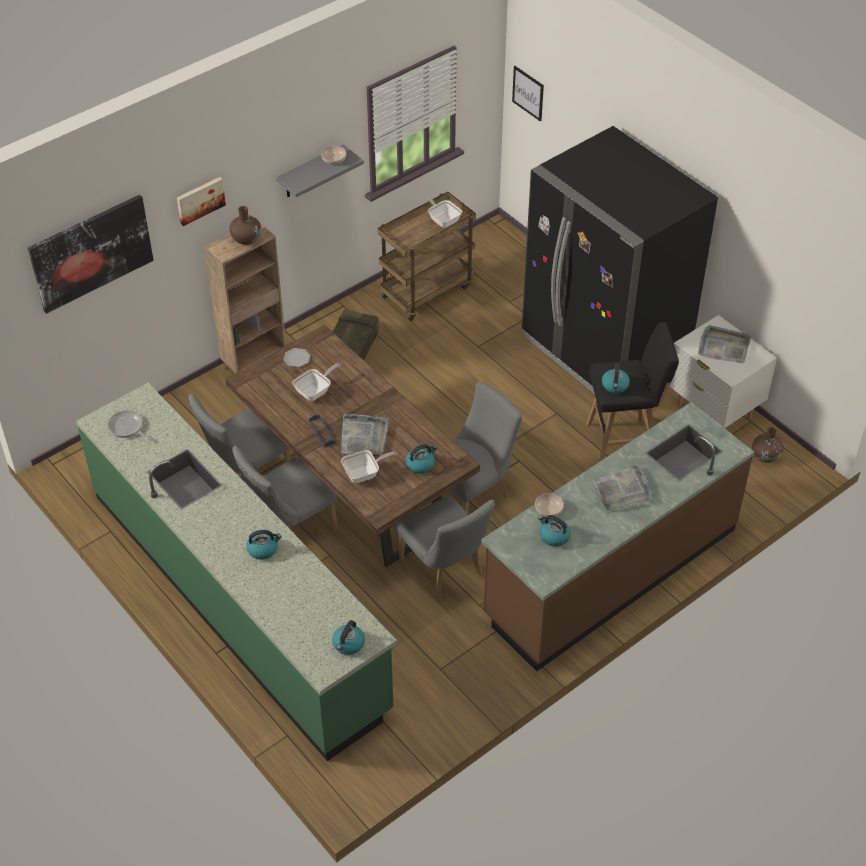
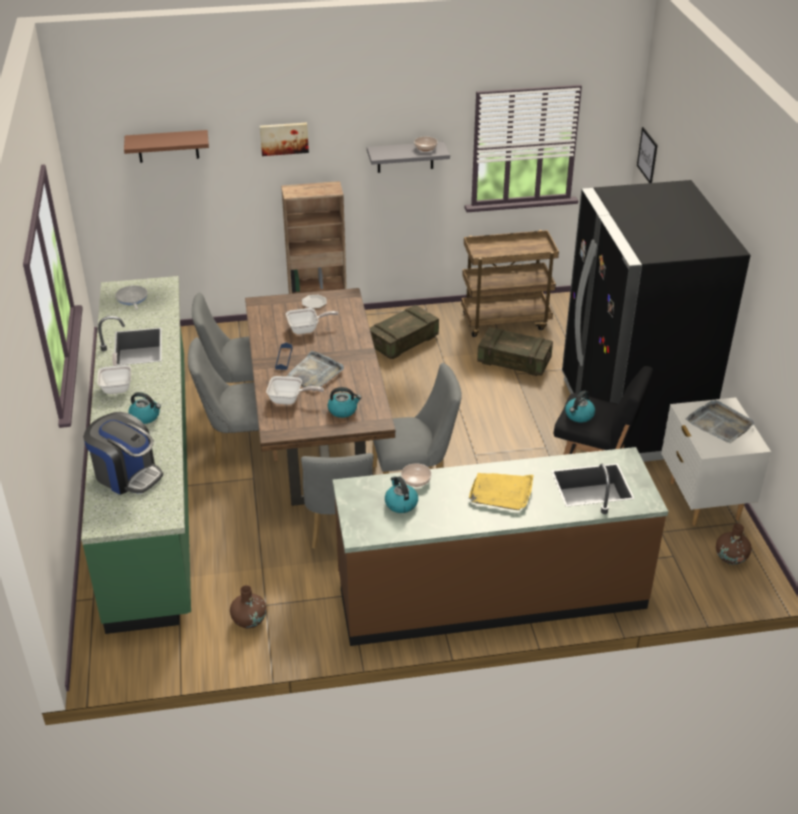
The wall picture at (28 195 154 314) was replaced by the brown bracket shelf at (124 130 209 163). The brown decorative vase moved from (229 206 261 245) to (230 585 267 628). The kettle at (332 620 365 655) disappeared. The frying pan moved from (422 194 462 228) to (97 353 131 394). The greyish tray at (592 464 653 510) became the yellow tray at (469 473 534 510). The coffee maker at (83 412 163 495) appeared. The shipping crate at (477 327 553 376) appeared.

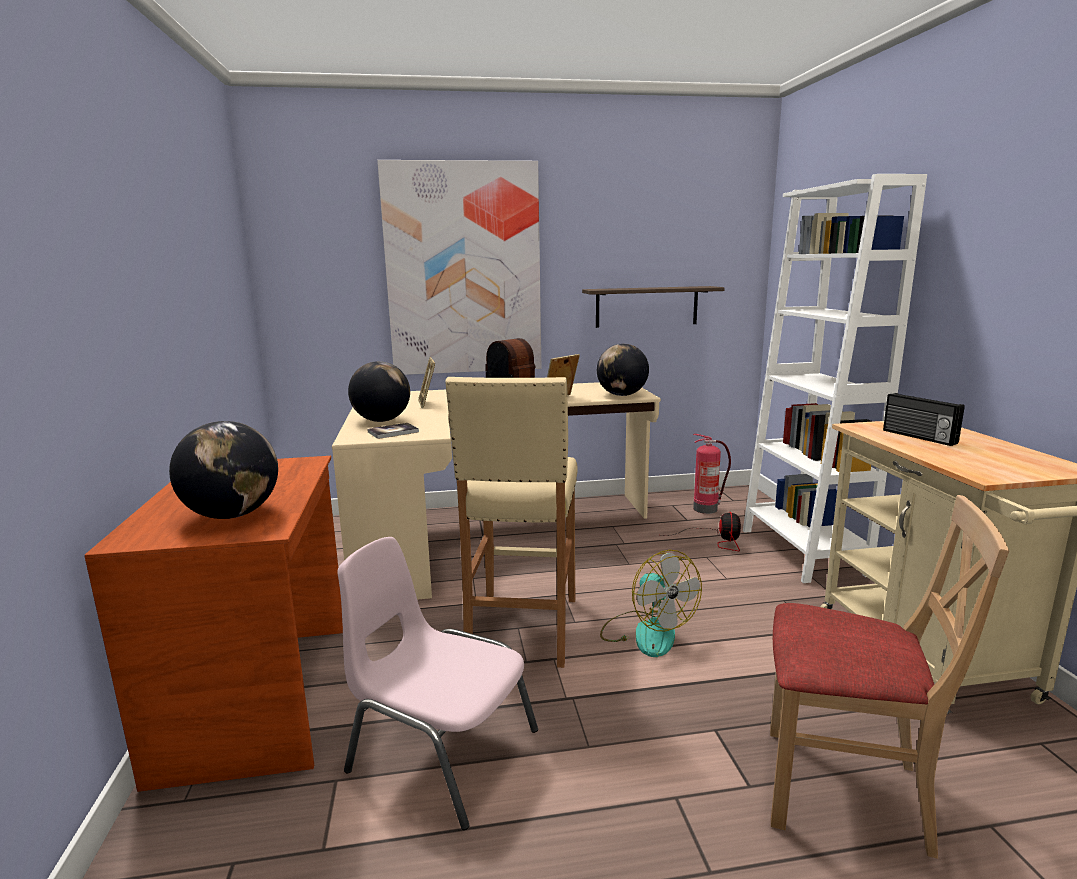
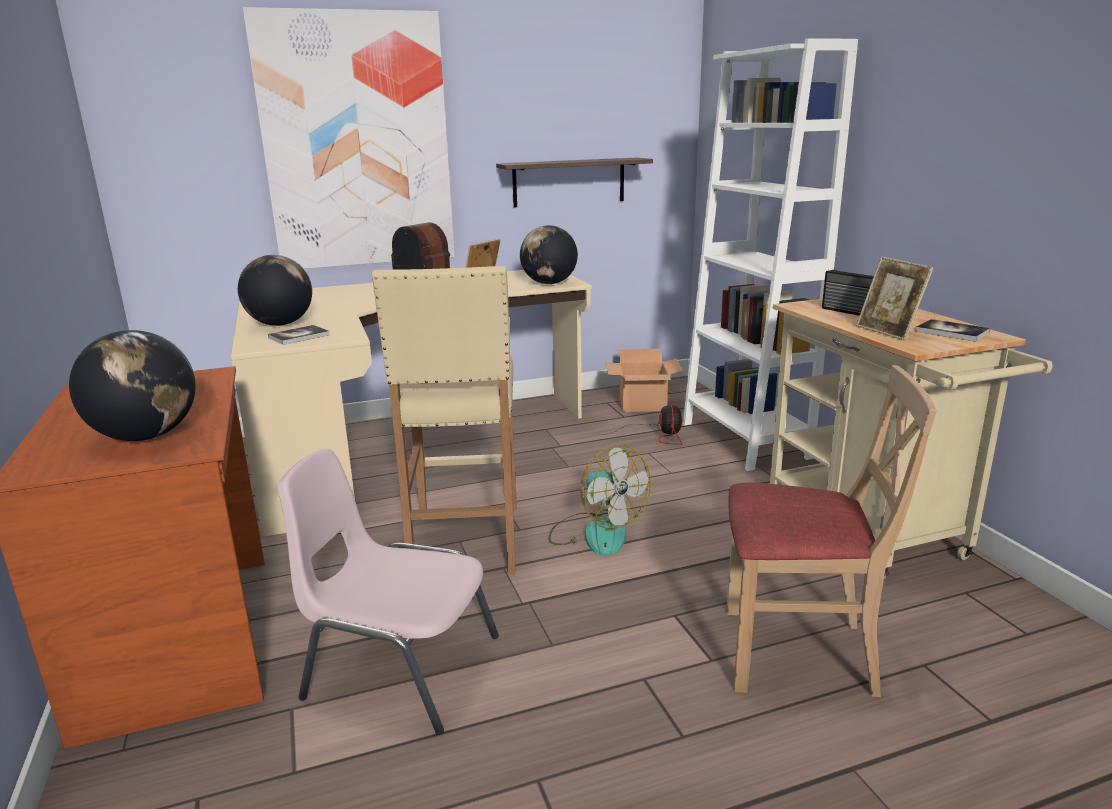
The photo frame moved from (418 357 435 408) to (856 256 934 341). The extinguisher at (693 434 731 514) was replaced by the carton at (605 349 683 412). The volume at (915 319 990 342) appeared.

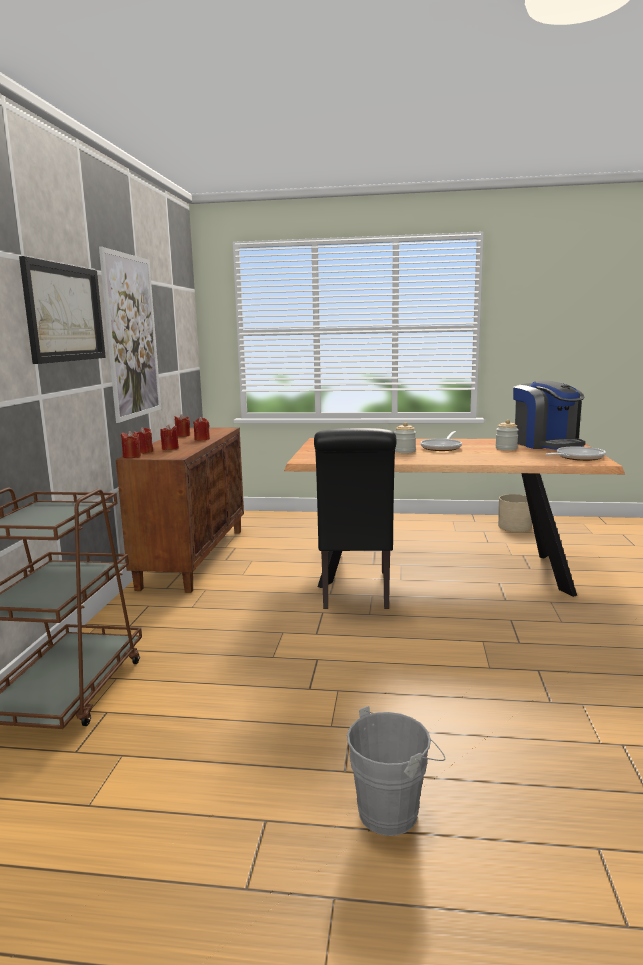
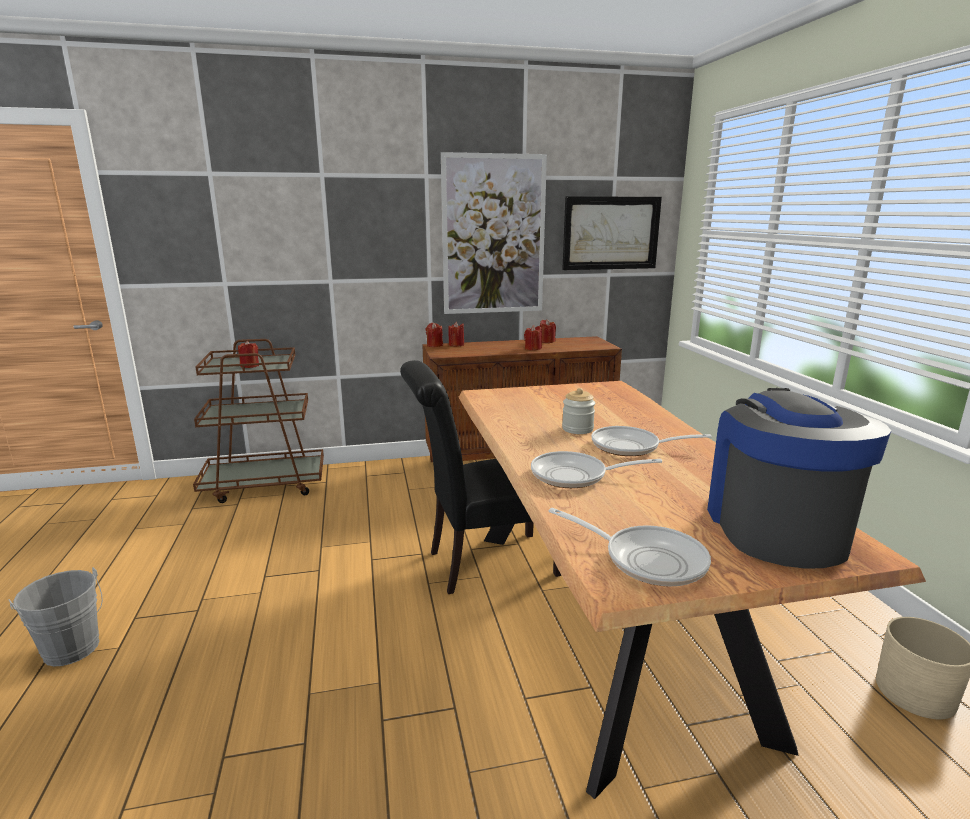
The wall picture moved from (19 256 106 364) to (562 196 662 270). The red-coloured candle moved from (160 424 179 450) to (238 341 259 368). The storage jar at (495 420 519 450) disappeared. The coffee maker at (513 380 585 450) turned 135 degrees clockwise. The frying pan at (531 451 662 488) appeared.

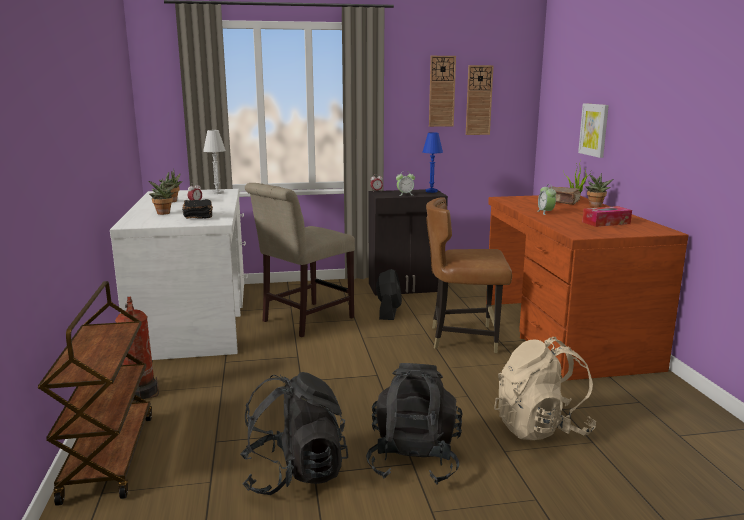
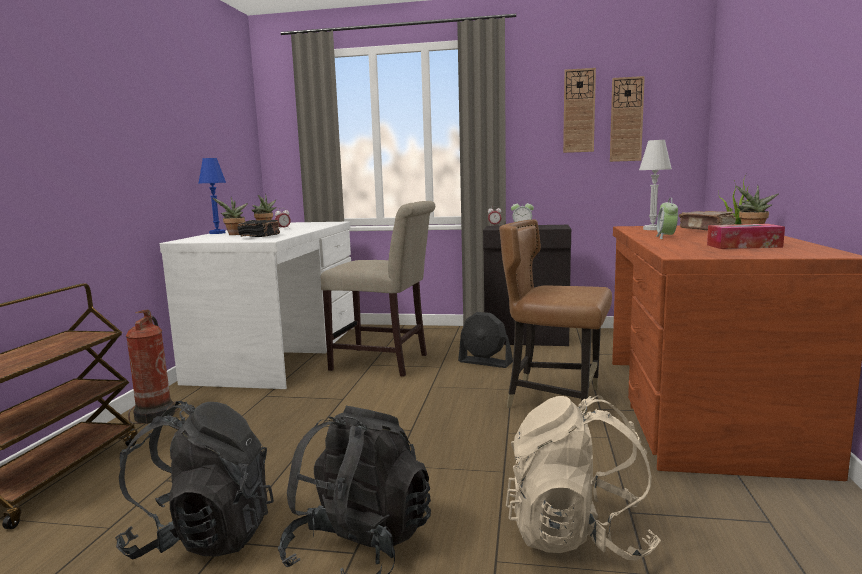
The white table lamp moved from (203 130 226 194) to (639 140 672 230). The sand-coloured upright chair at (245 183 355 337) turned 135 degrees counterclockwise. The black cooling fan at (376 269 402 320) turned 90 degrees clockwise. The blue table lamp moved from (422 132 443 193) to (198 158 226 234). The wall picture at (578 103 609 158) disappeared.

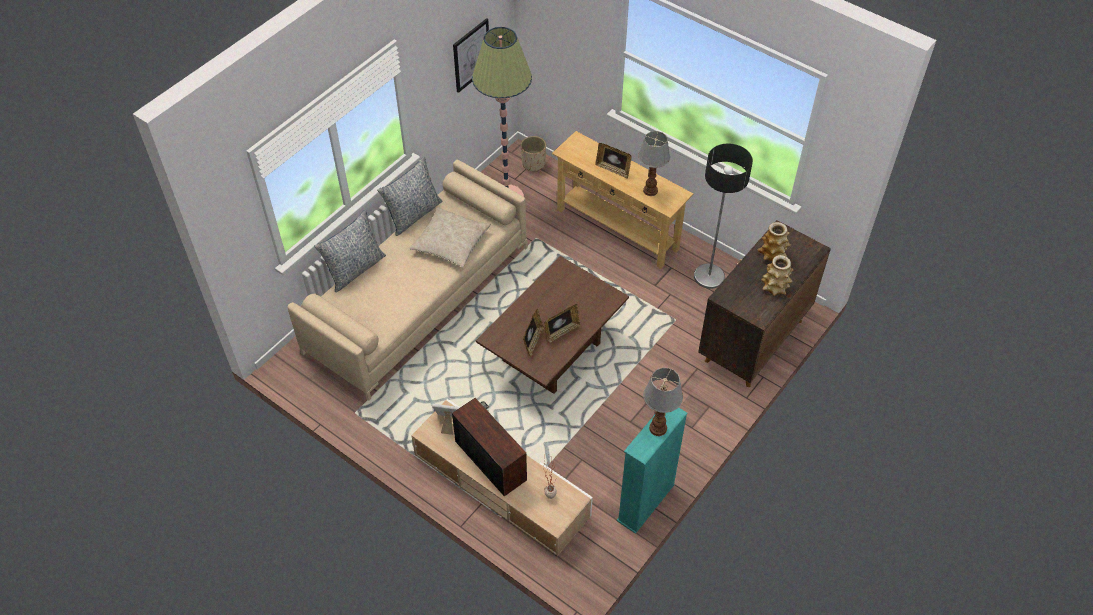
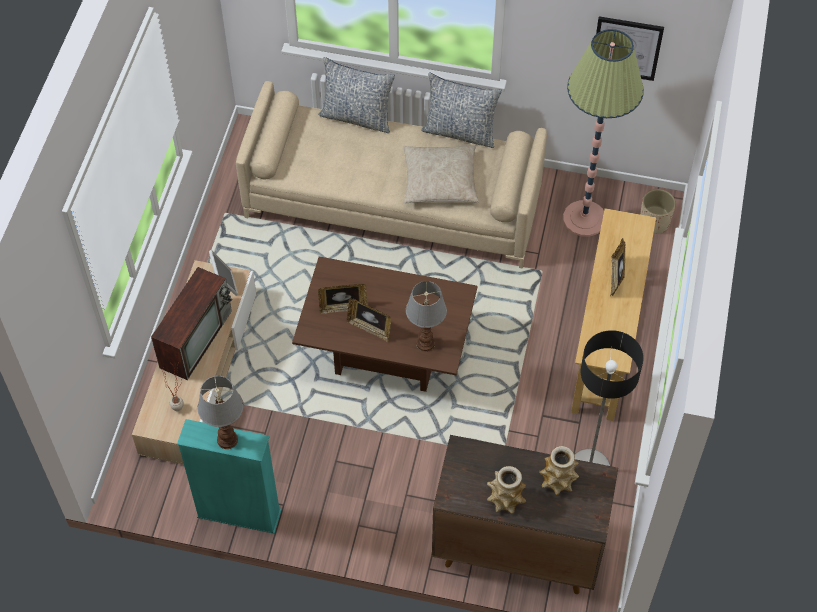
The table lamp moved from (638 131 670 196) to (406 281 447 352).

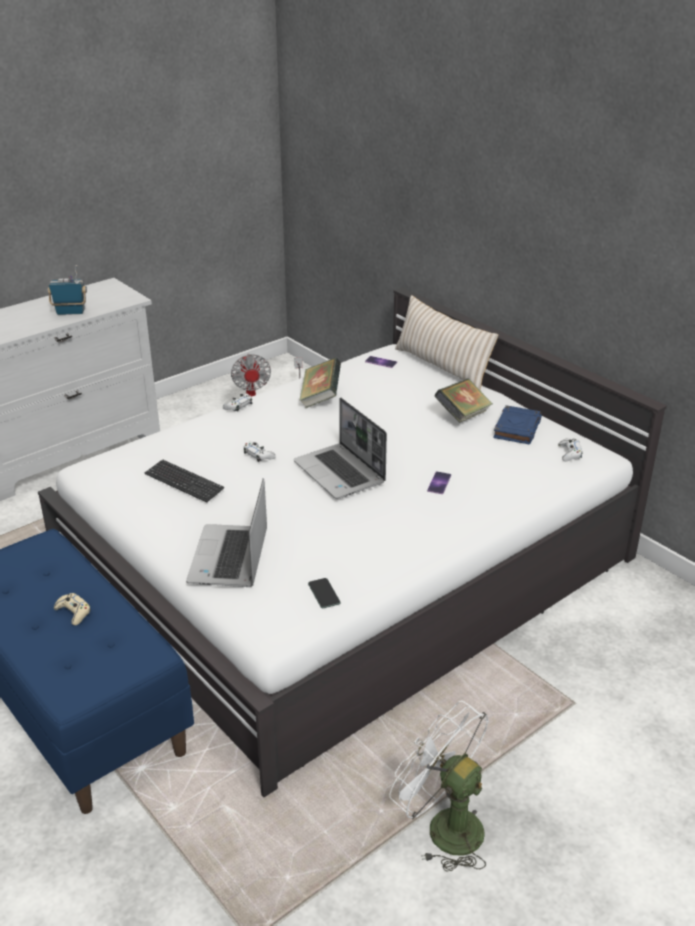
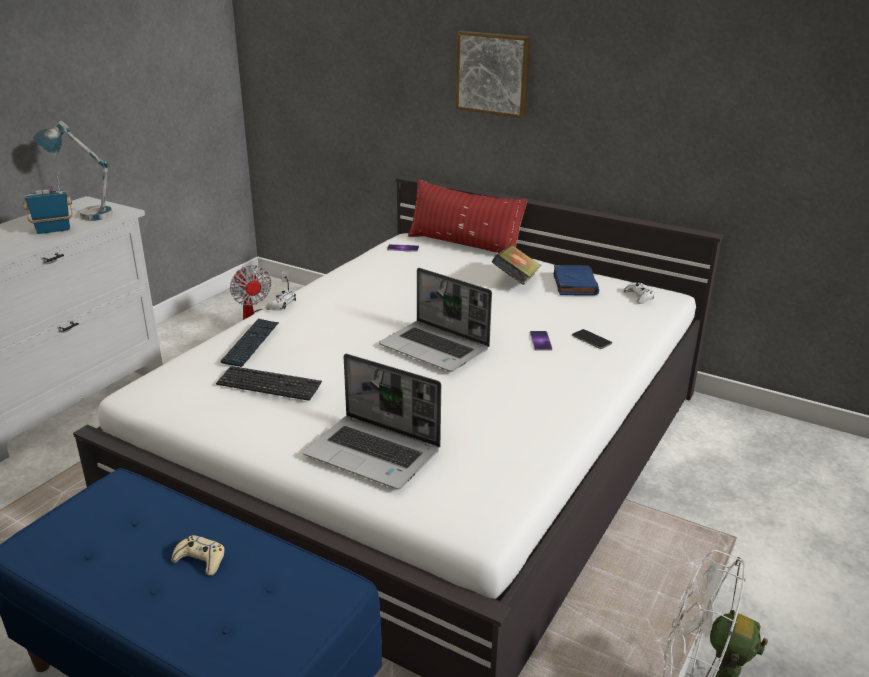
The laptop at (186 478 267 587) turned 45 degrees counterclockwise. The white game controller at (244 442 276 462) disappeared. The volume at (299 358 341 409) disappeared. The telephone moved from (308 578 341 608) to (572 329 612 349). The sand-coloured cushion at (395 295 499 390) became the red-coloured cushion at (408 179 527 253). The table lamp at (32 121 113 221) appeared. The keyboard at (221 319 279 367) appeared. The wall picture at (456 31 531 118) appeared.

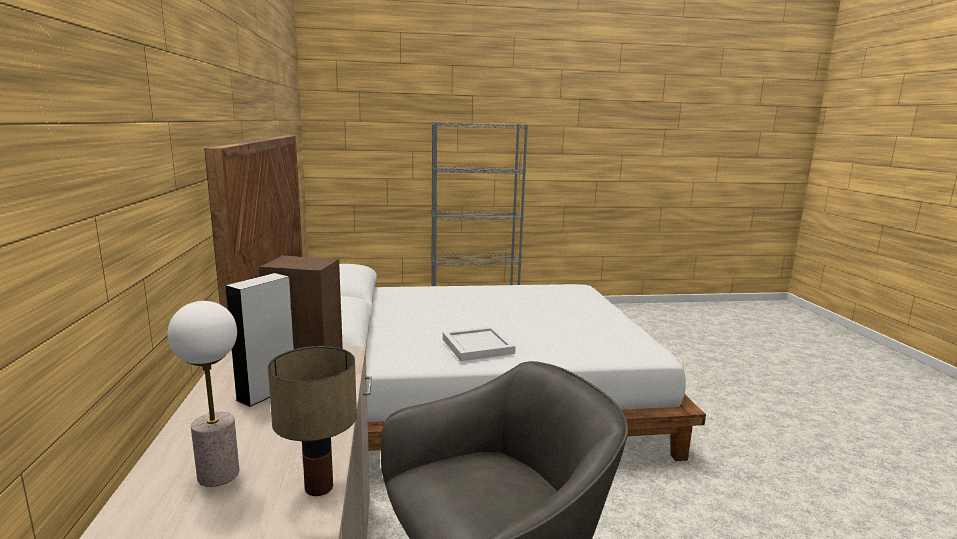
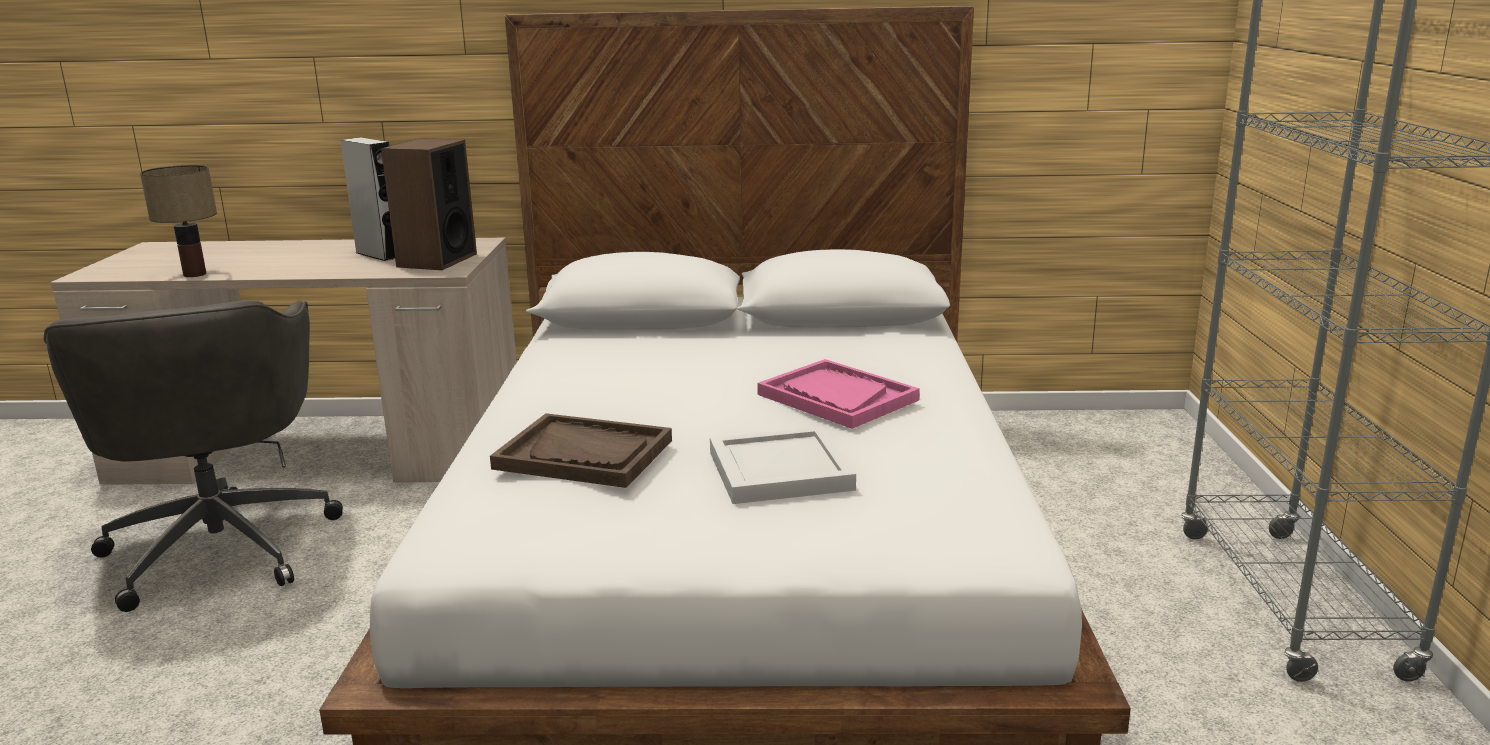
The table lamp at (168 301 239 487) disappeared. The white tray moved from (443 326 516 361) to (710 426 856 504). The brown tray at (490 413 672 488) appeared. The pink tray at (757 359 920 429) appeared.

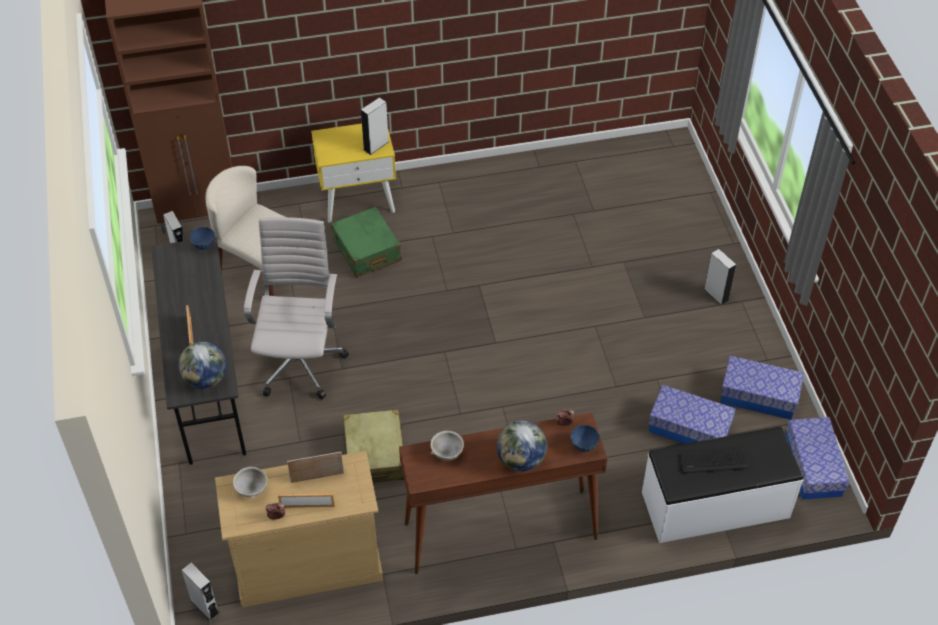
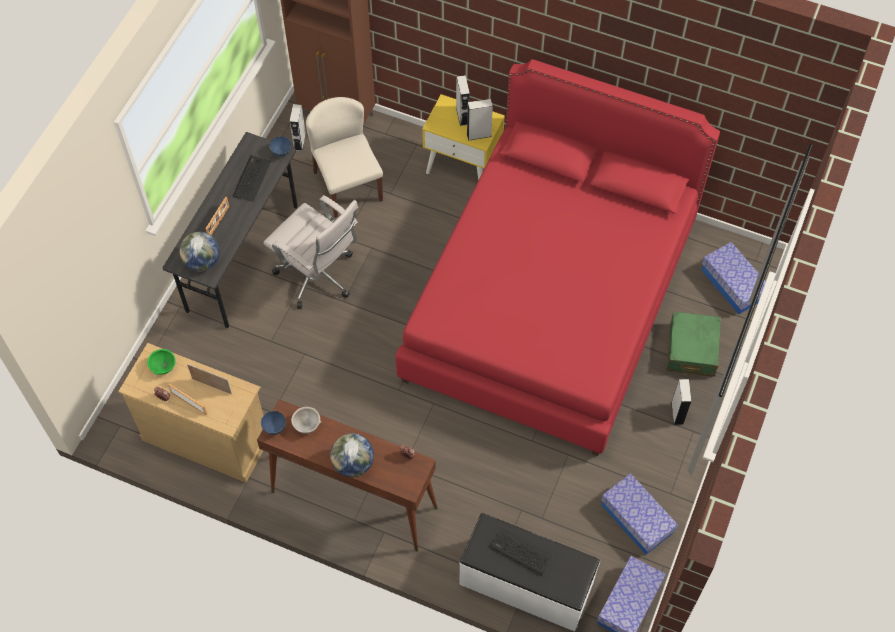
The greyish speaker moved from (182 563 220 621) to (456 75 470 126). The greyish serving bowl at (233 467 267 498) became the greenish serving bowl at (147 349 176 375). The white office chair at (244 217 349 399) turned 90 degrees clockwise. The greenish piece of luggage moved from (331 207 402 277) to (667 311 721 377). The sand-coloured piece of luggage at (343 409 404 483) disappeared. The blue serving bowl moved from (571 425 600 452) to (261 411 286 435). The storage container moved from (648 385 736 444) to (702 242 766 314). The keyboard at (233 155 271 202) appeared. The red-coloured sleeping bed at (395 59 720 456) appeared.

